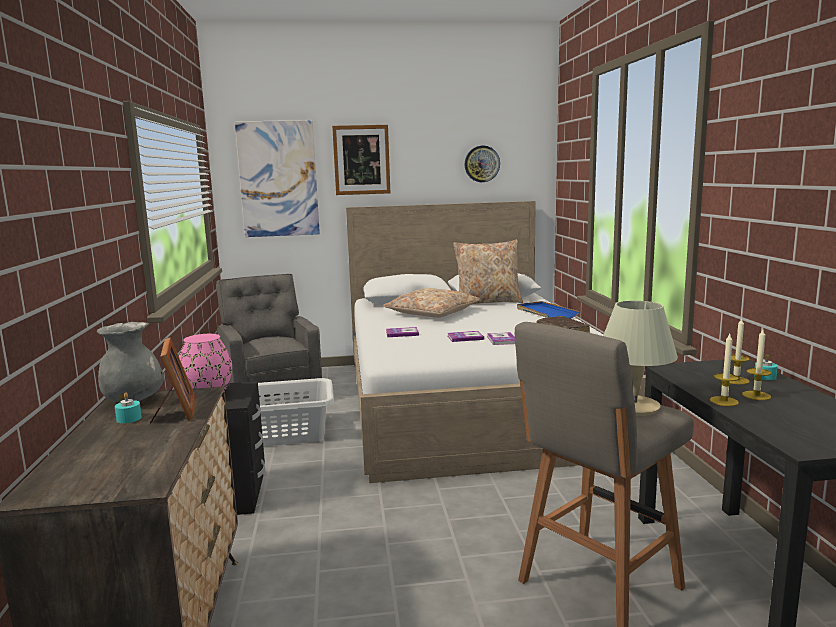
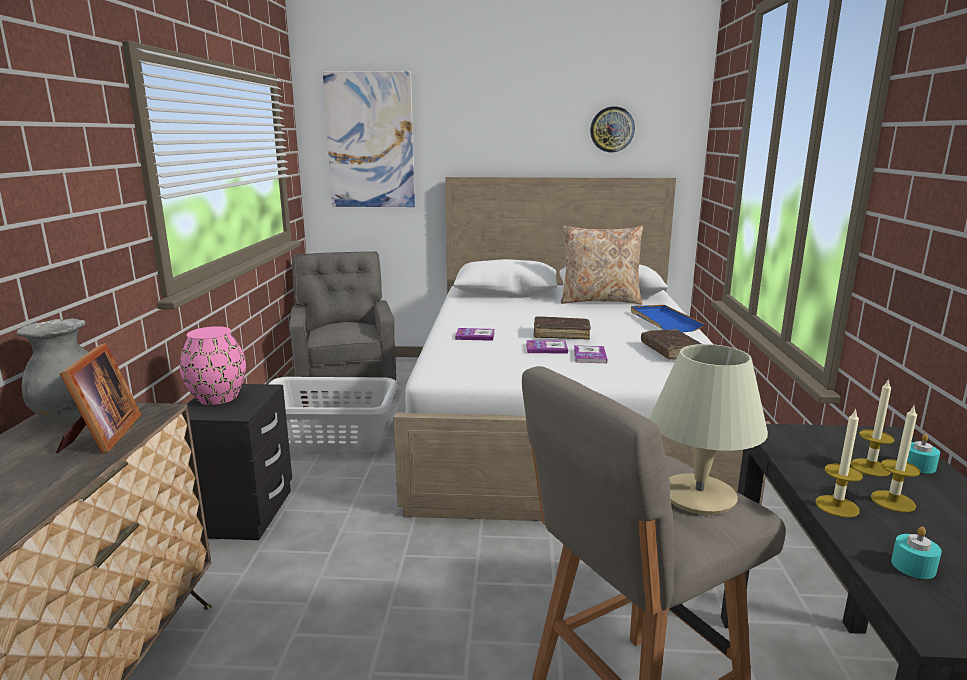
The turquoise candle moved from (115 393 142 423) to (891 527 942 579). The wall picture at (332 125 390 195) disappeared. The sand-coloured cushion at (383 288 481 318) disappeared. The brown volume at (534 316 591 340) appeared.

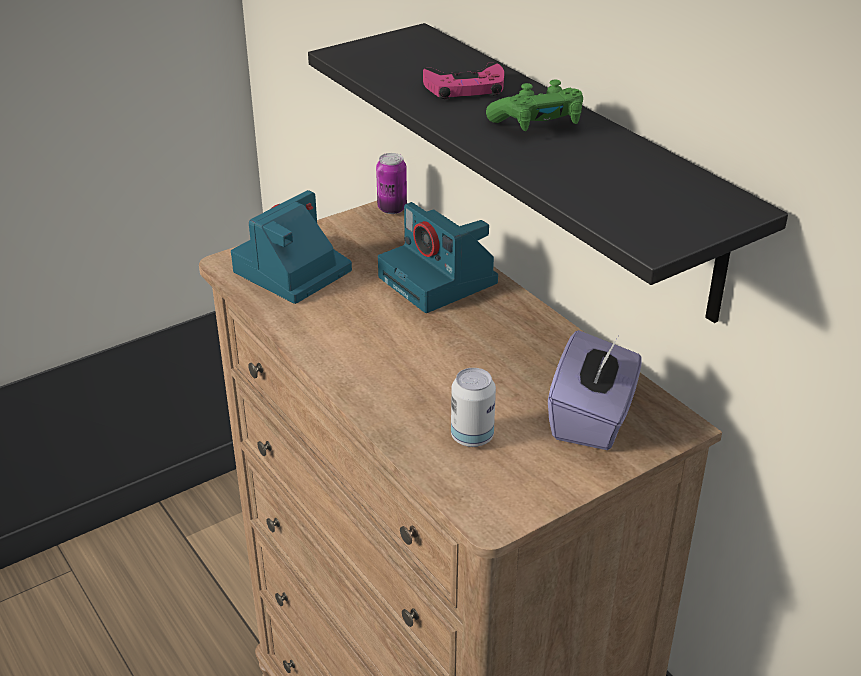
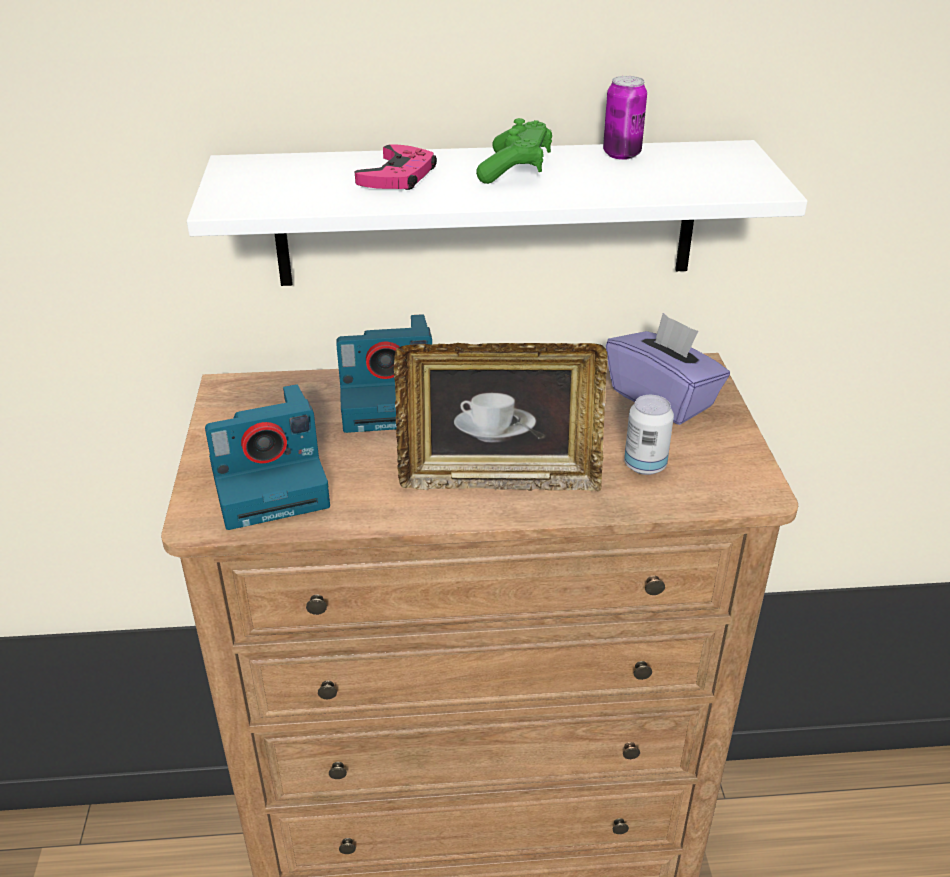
The photo camera at (231 190 352 304) turned 90 degrees counterclockwise. The black bracket shelf at (308 23 788 323) became the white bracket shelf at (187 140 807 286). The metal can moved from (376 153 407 214) to (603 76 647 160). The photo frame at (394 343 608 491) appeared.

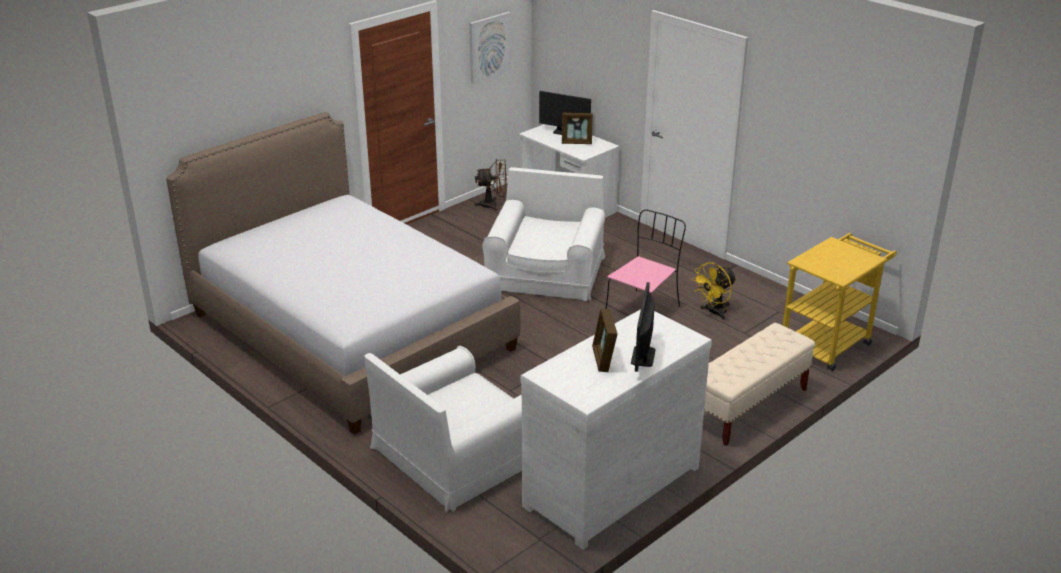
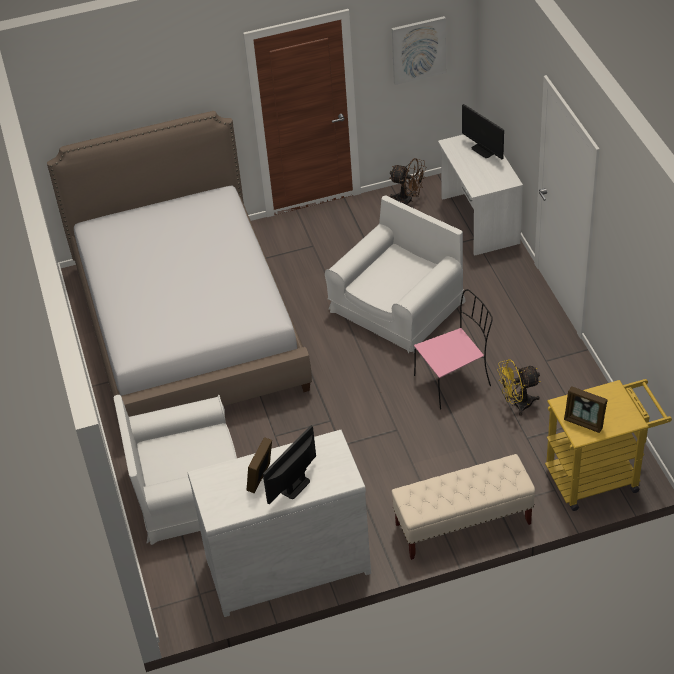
The photo frame moved from (562 113 593 144) to (564 386 608 433).

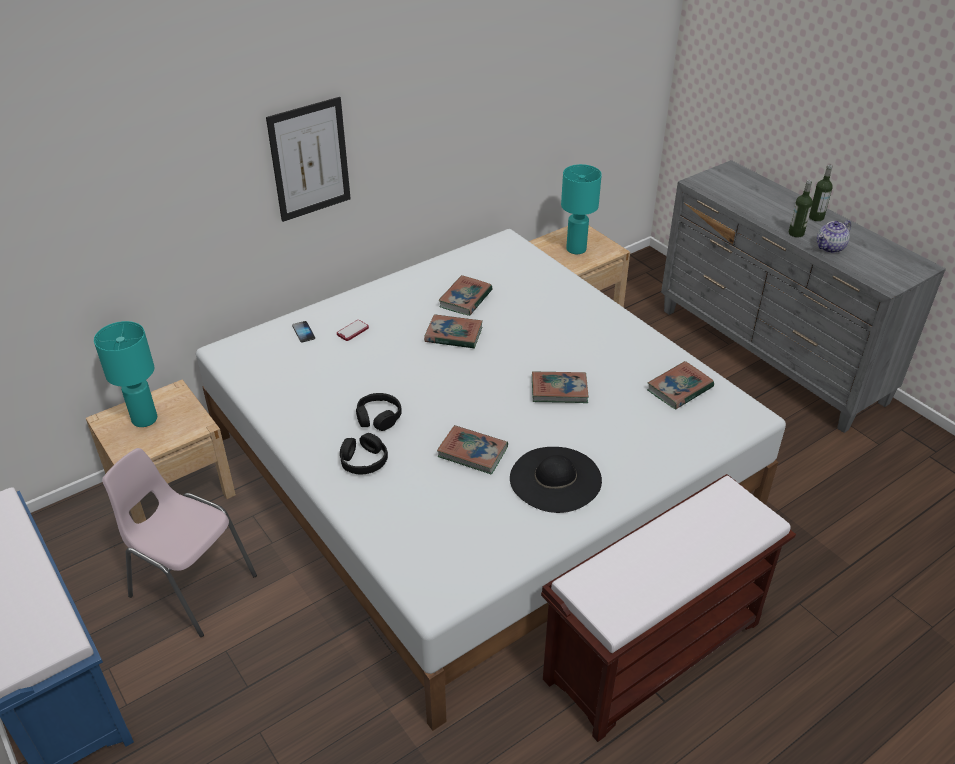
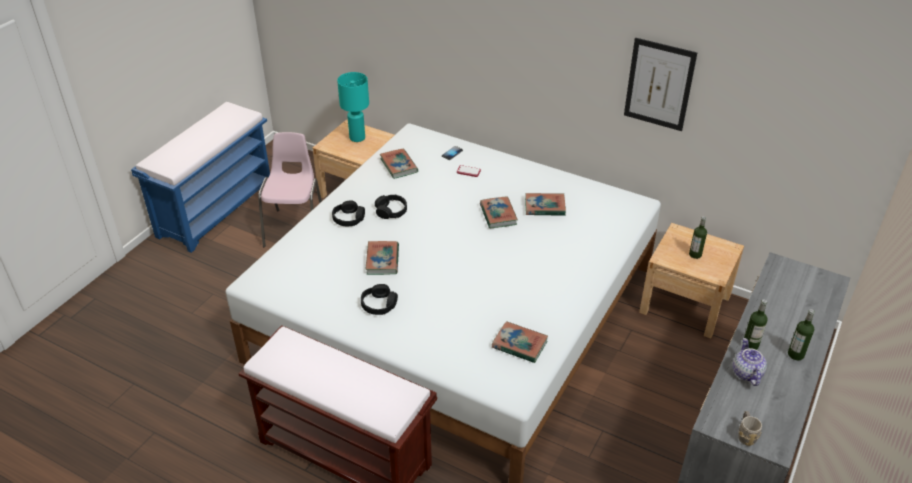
The wall picture moved from (266 97 351 222) to (624 38 697 131). The black clothing hat at (510 447 602 513) was replaced by the black headset at (361 284 398 315). The volume moved from (532 372 589 403) to (380 149 418 179). The turquoise table lamp at (561 164 602 254) was replaced by the bottle at (689 216 707 259). The teapot at (817 220 851 253) turned 60 degrees clockwise. The greyish coffee mug at (738 411 762 446) appeared.

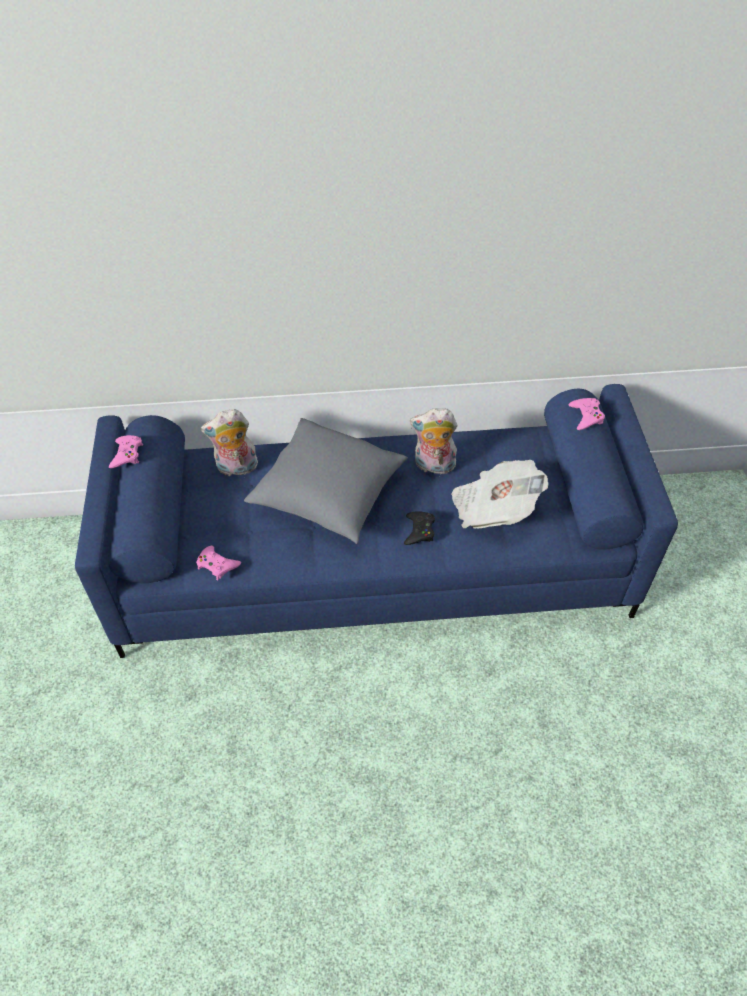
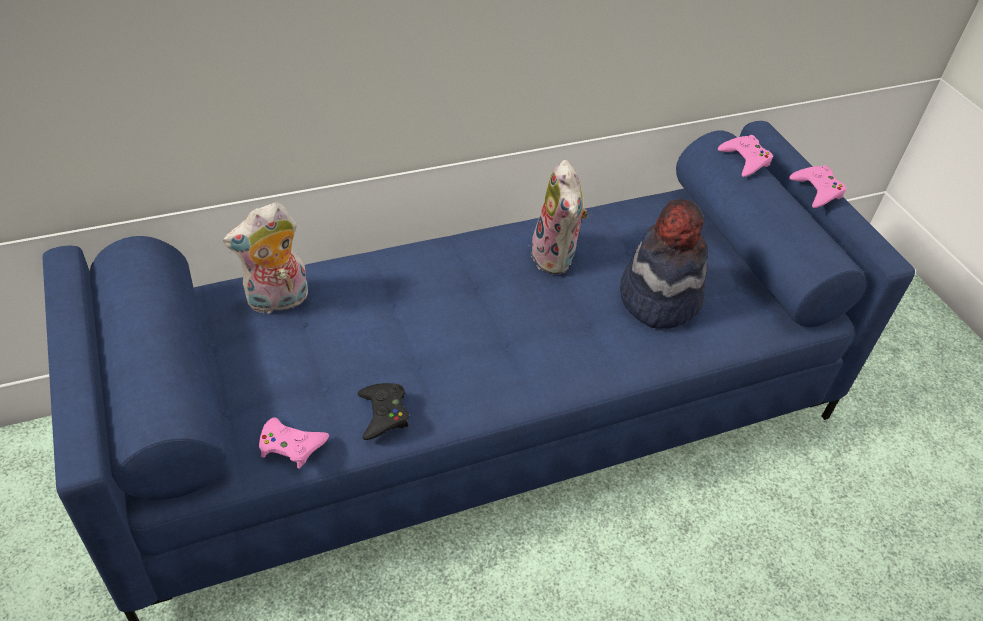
The pink game controller moved from (109 435 143 468) to (789 165 846 208). The greyish cushion at (244 418 408 544) disappeared. The black game controller moved from (404 511 435 545) to (358 383 409 440). The cuddly toy at (410 408 459 475) turned 90 degrees counterclockwise. The daily paper at (451 460 548 529) was replaced by the clothing hat at (620 199 708 329).

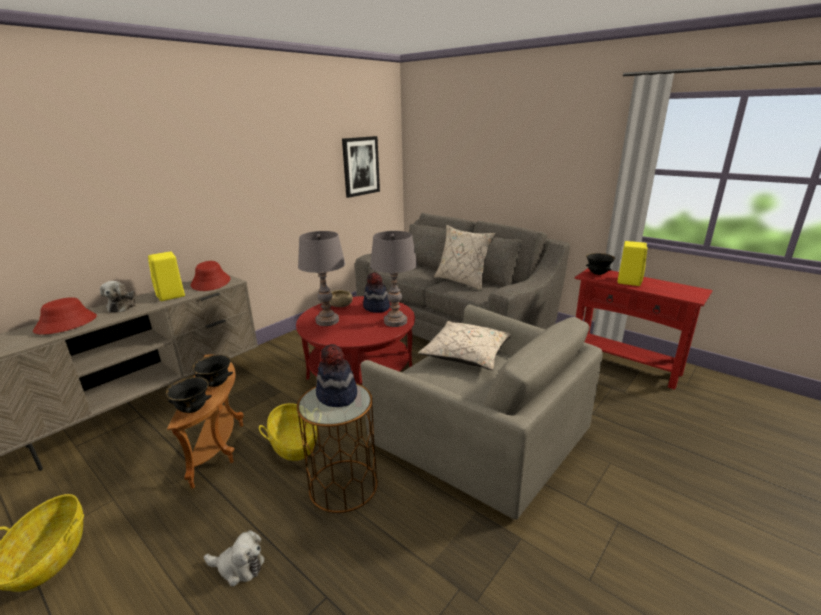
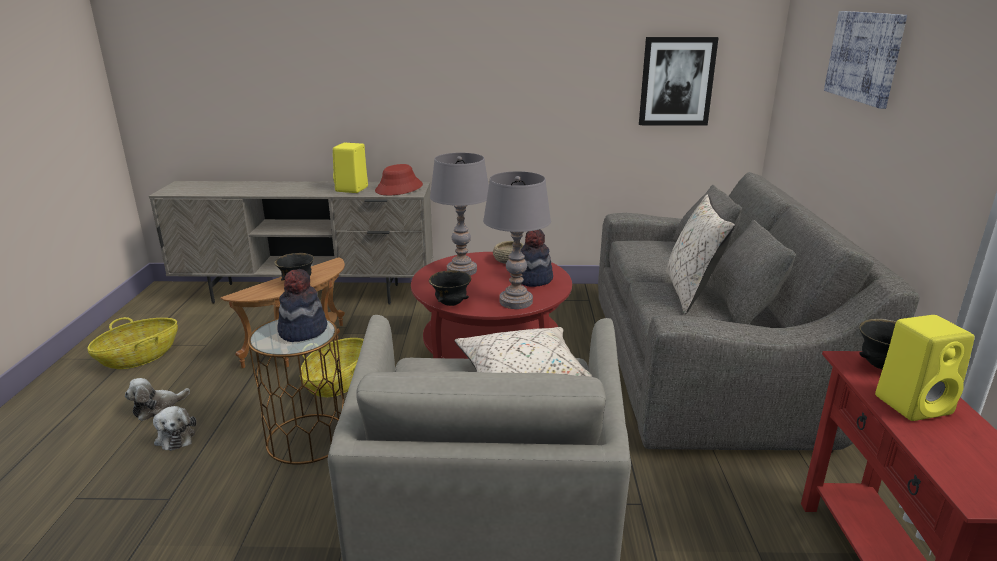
The red-coloured clothing hat at (33 297 97 335) disappeared. The cuddly toy moved from (100 281 136 313) to (125 378 190 421). The black serving bowl moved from (166 377 212 413) to (429 270 471 306). The wall picture at (824 11 907 109) appeared.

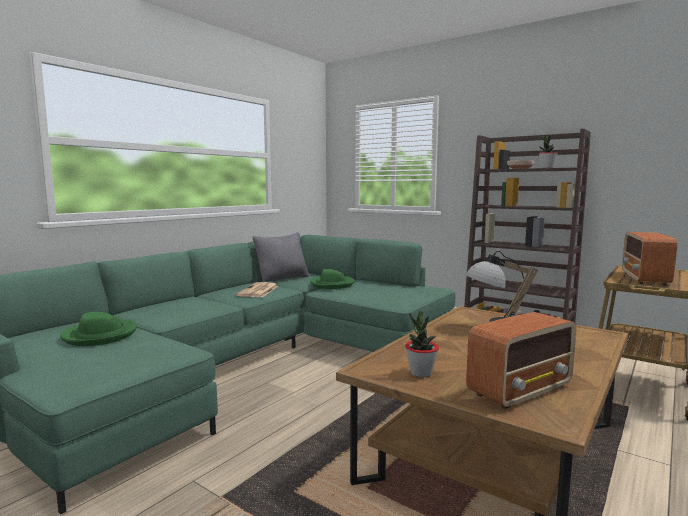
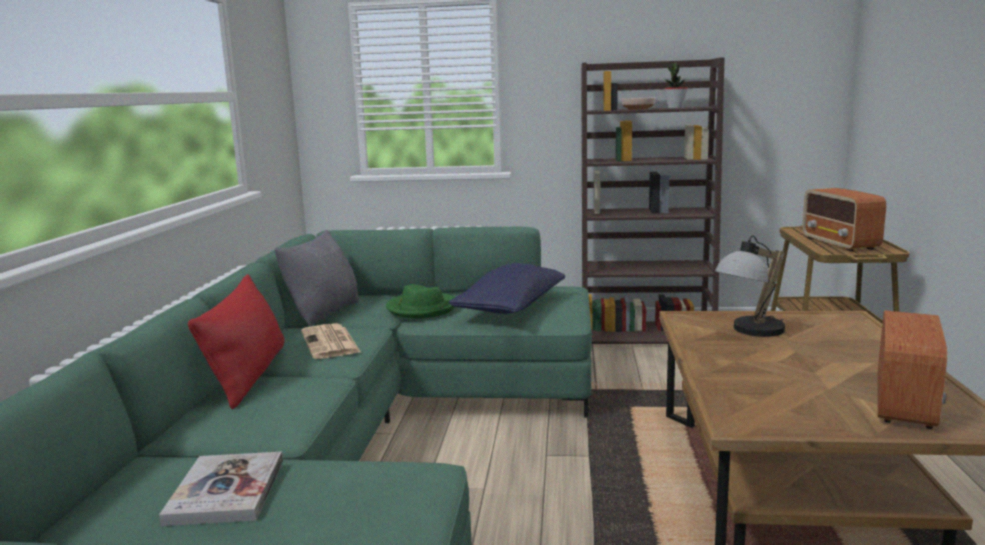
The greenish clothing hat at (60 312 137 346) was replaced by the volume at (159 452 283 526). The plant in a pot at (405 311 439 377) disappeared. The red-coloured cushion at (188 274 284 409) appeared. The blue cushion at (449 263 565 314) appeared.

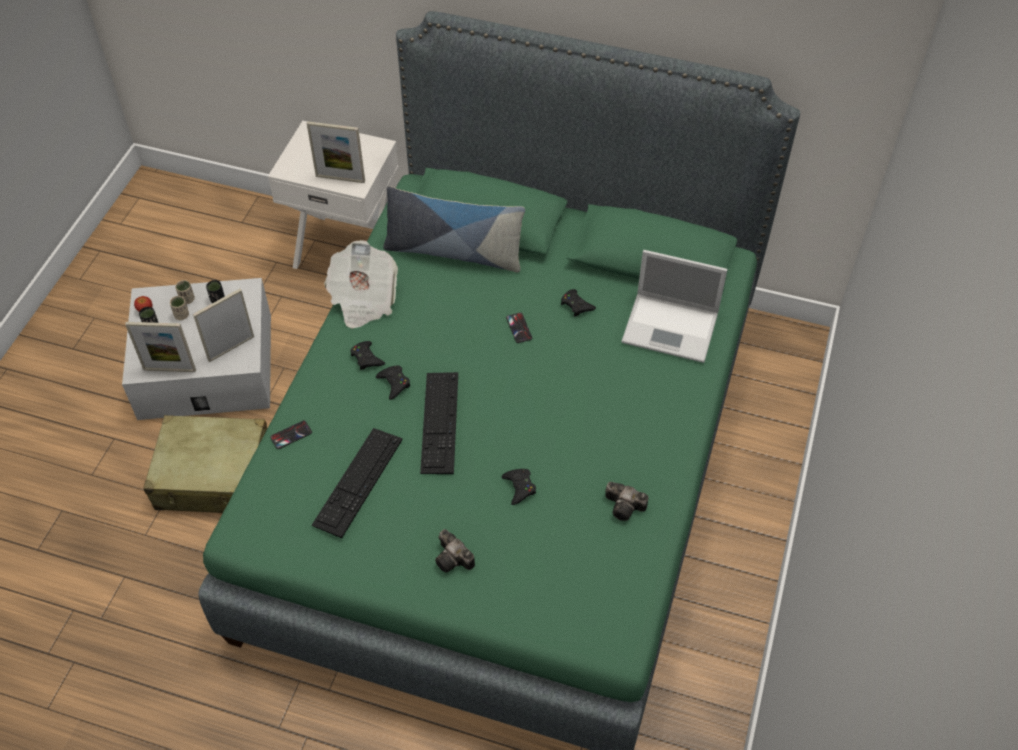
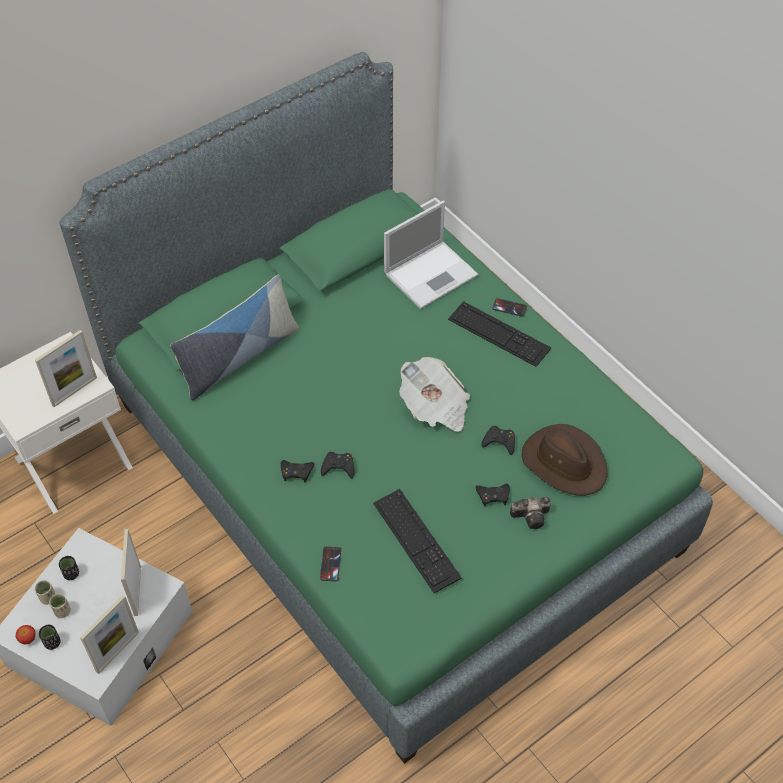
The sand-coloured piece of luggage at (143 415 268 513) disappeared. The daily paper moved from (324 240 398 329) to (399 357 470 432). The keyboard moved from (420 372 458 474) to (448 301 551 367). The telephone moved from (506 313 532 343) to (492 298 527 317). The black game controller moved from (561 289 596 317) to (476 484 510 507). The photo camera at (605 482 649 521) disappeared. The brown clothing hat at (522 424 608 496) appeared.

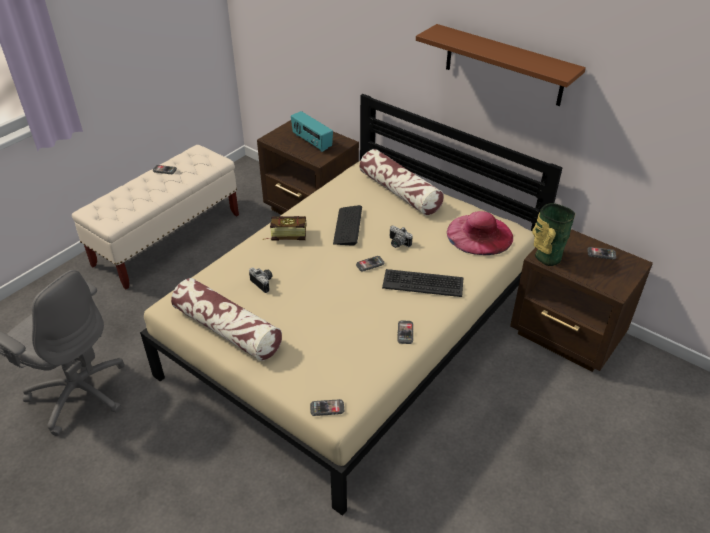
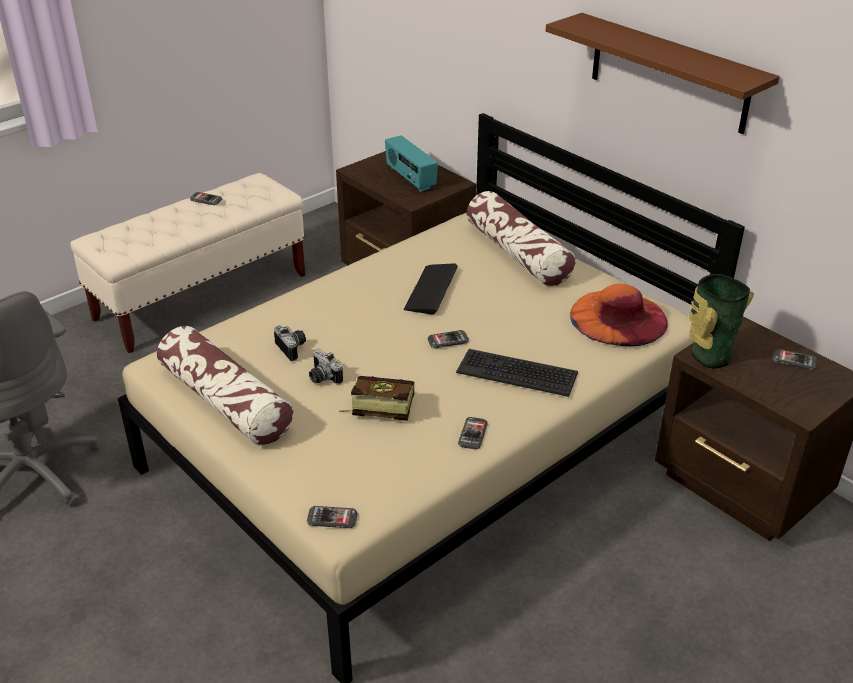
The volume moved from (263 216 307 241) to (339 376 415 421). The photo camera moved from (389 226 413 248) to (309 349 343 384). The pink clothing hat at (447 211 513 255) became the orange clothing hat at (570 284 668 346).

